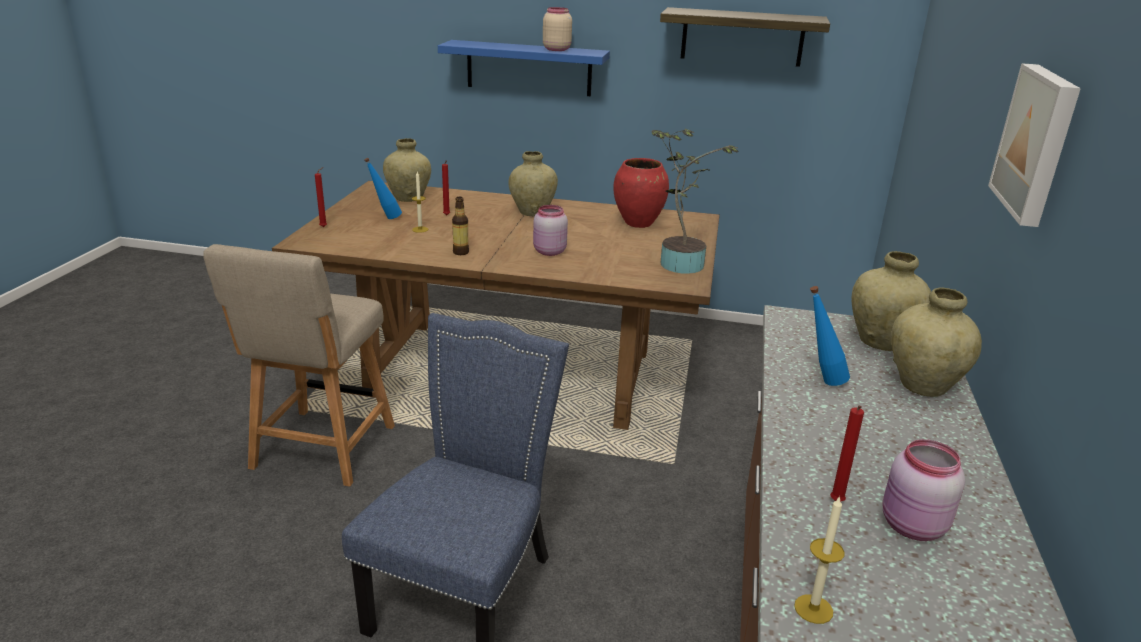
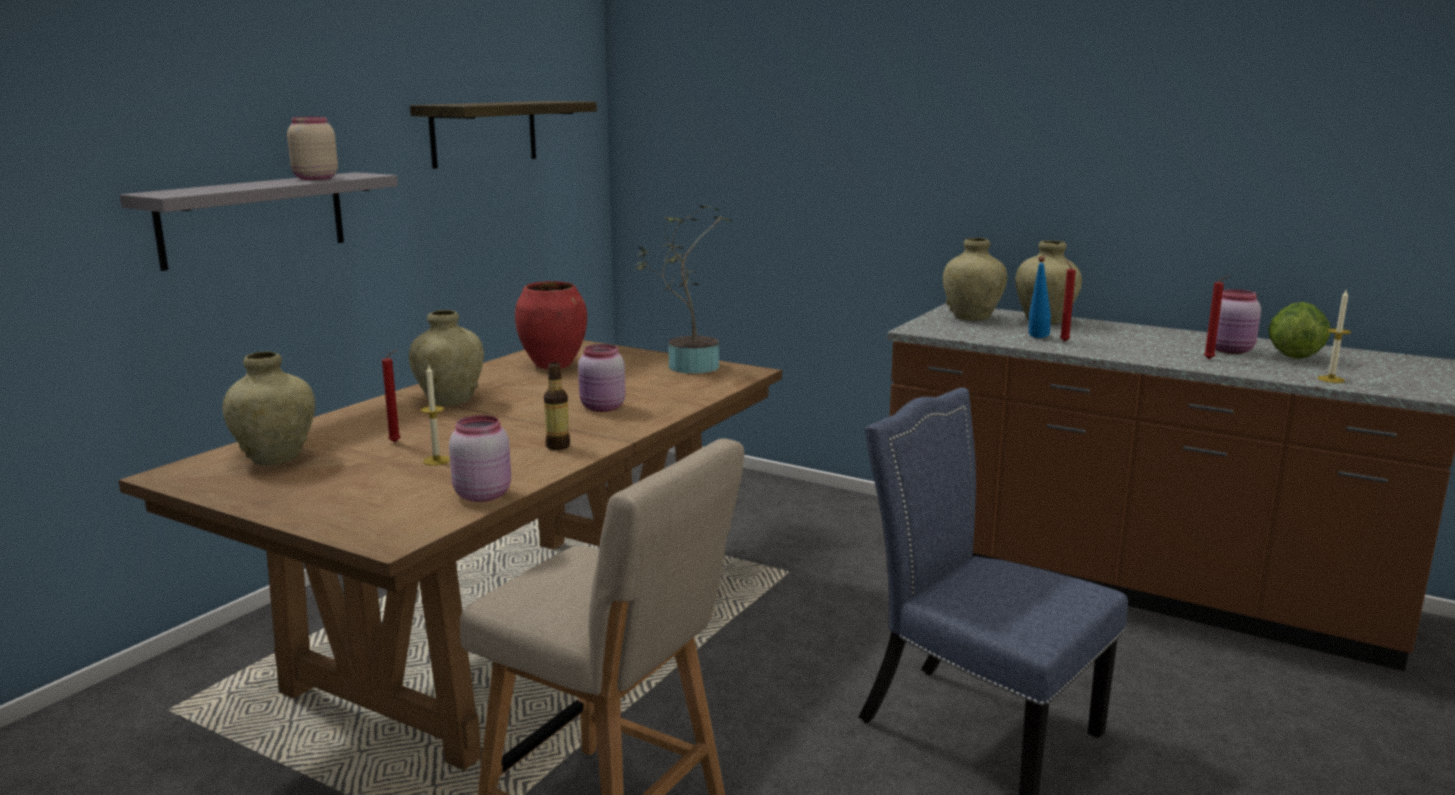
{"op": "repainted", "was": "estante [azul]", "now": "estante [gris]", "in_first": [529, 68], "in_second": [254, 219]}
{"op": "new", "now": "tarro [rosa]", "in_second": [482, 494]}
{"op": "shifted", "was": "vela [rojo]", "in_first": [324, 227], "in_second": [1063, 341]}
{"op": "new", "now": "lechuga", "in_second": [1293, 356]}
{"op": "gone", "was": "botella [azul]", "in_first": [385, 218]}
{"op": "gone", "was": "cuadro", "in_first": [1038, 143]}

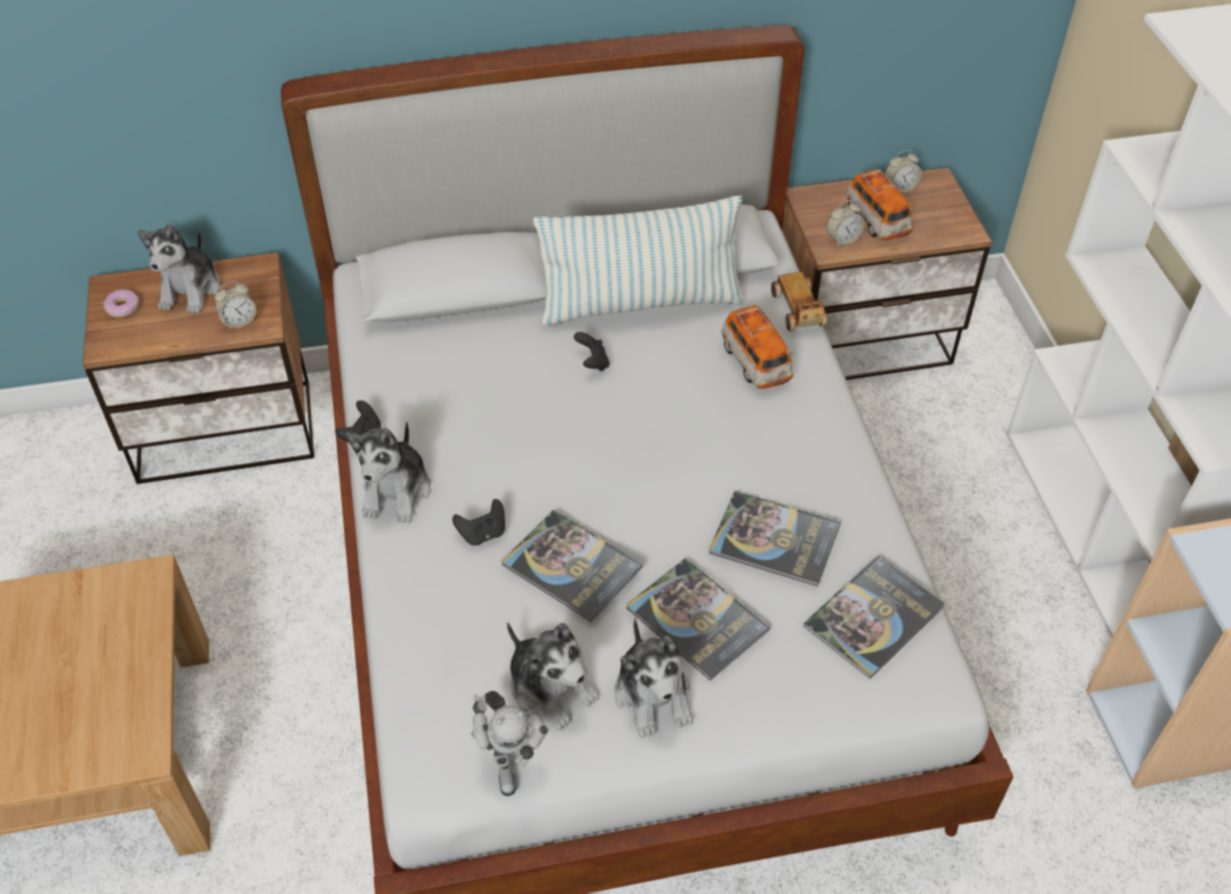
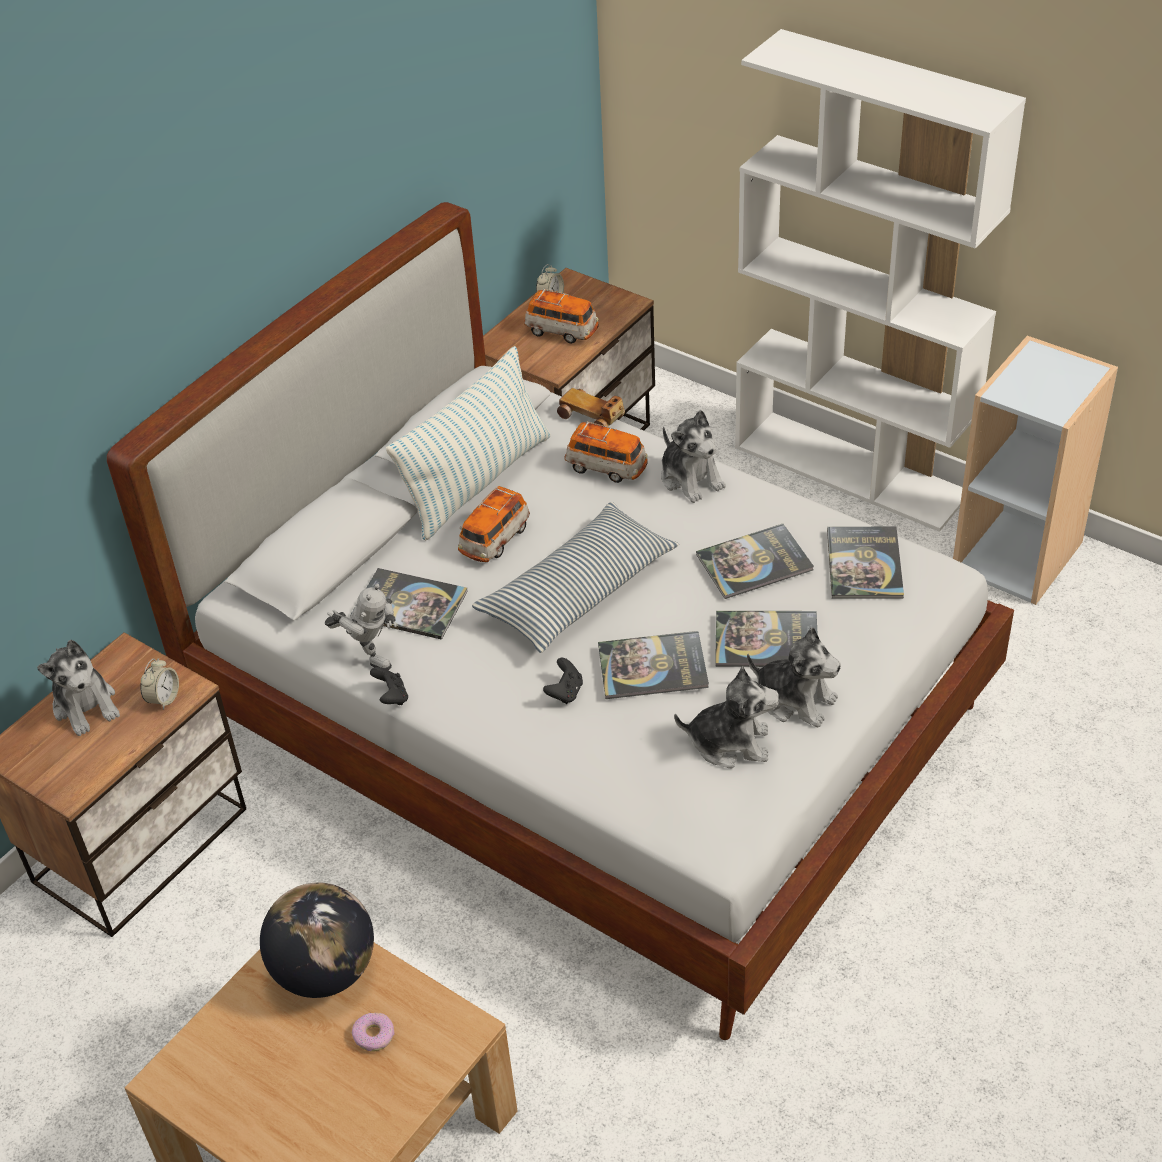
{"op": "new", "now": "globo terráqueo", "in_second": [325, 971]}
{"op": "shifted", "was": "robot de juguete", "in_first": [509, 759], "in_second": [368, 655]}
{"op": "new", "now": "libro", "in_second": [409, 605]}
{"op": "shifted", "was": "rosquilla", "in_first": [123, 307], "in_second": [374, 1035]}
{"op": "swapped", "was": "mando de consola [negro]", "now": "coche de juguete", "in_first": [592, 363], "in_second": [495, 540]}
{"op": "new", "now": "cojín", "in_second": [578, 591]}
{"op": "shifted", "was": "peluche", "in_first": [397, 491], "in_second": [691, 478]}
{"op": "gone", "was": "despertador", "in_first": [842, 239]}

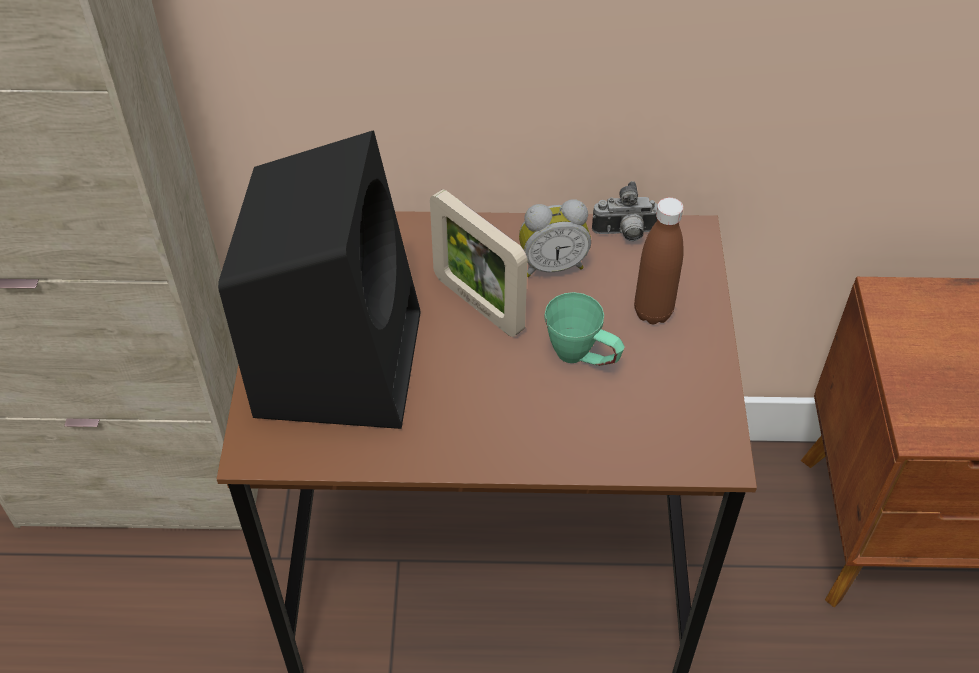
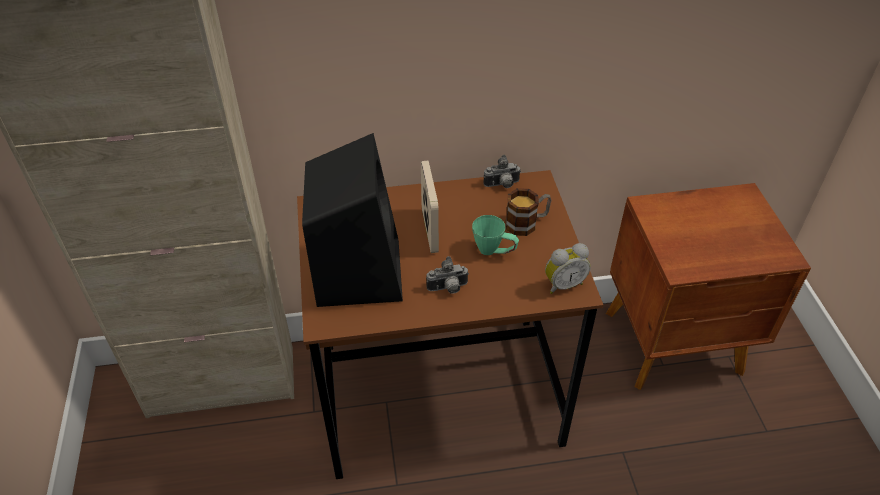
{"op": "rotated", "was": "portarretratos", "in_first": [478, 304], "in_second": [429, 231], "clockwise": -135}
{"op": "new", "now": "cámara", "in_second": [448, 289]}
{"op": "swapped", "was": "botella [marrón]", "now": "taza grande", "in_first": [653, 312], "in_second": [527, 223]}
{"op": "shifted", "was": "despertador", "in_first": [552, 265], "in_second": [563, 284]}

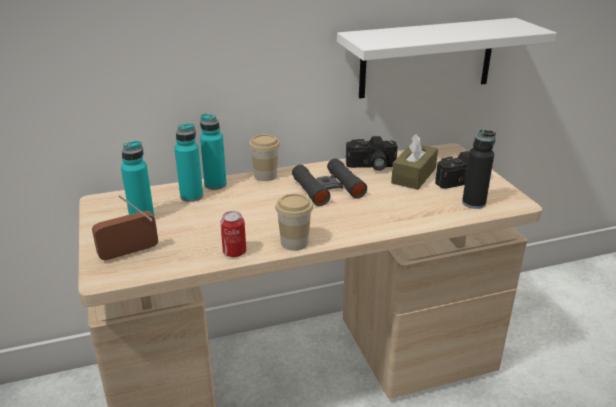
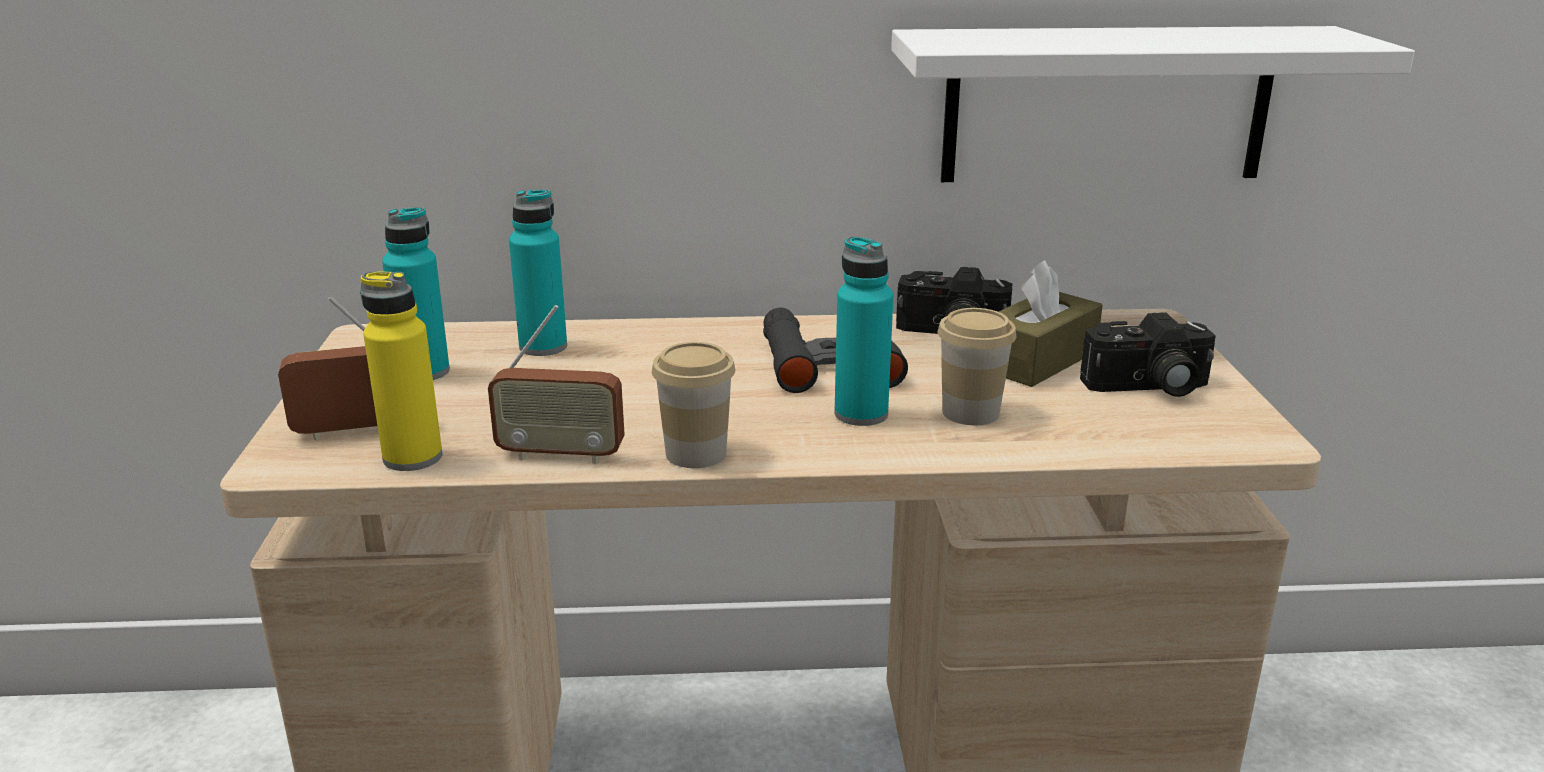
{"op": "new", "now": "botella [amarillo]", "in_second": [413, 458]}
{"op": "swapped", "was": "lata", "now": "radio", "in_first": [234, 252], "in_second": [561, 455]}
{"op": "shifted", "was": "botella [turquesa]", "in_first": [215, 185], "in_second": [861, 414]}
{"op": "shifted", "was": "taza", "in_first": [265, 176], "in_second": [970, 412]}
{"op": "gone", "was": "botella [negro]", "in_first": [473, 203]}

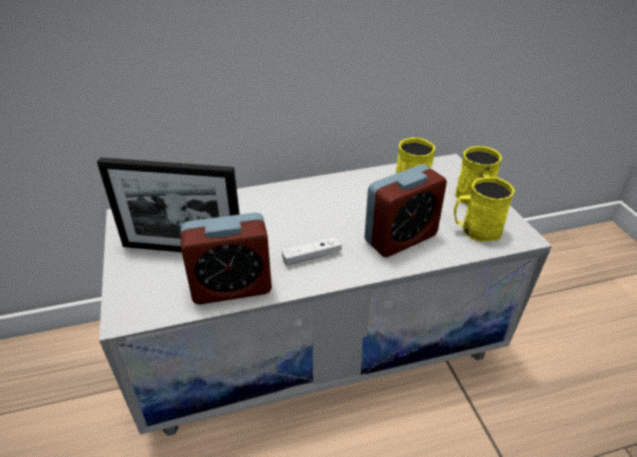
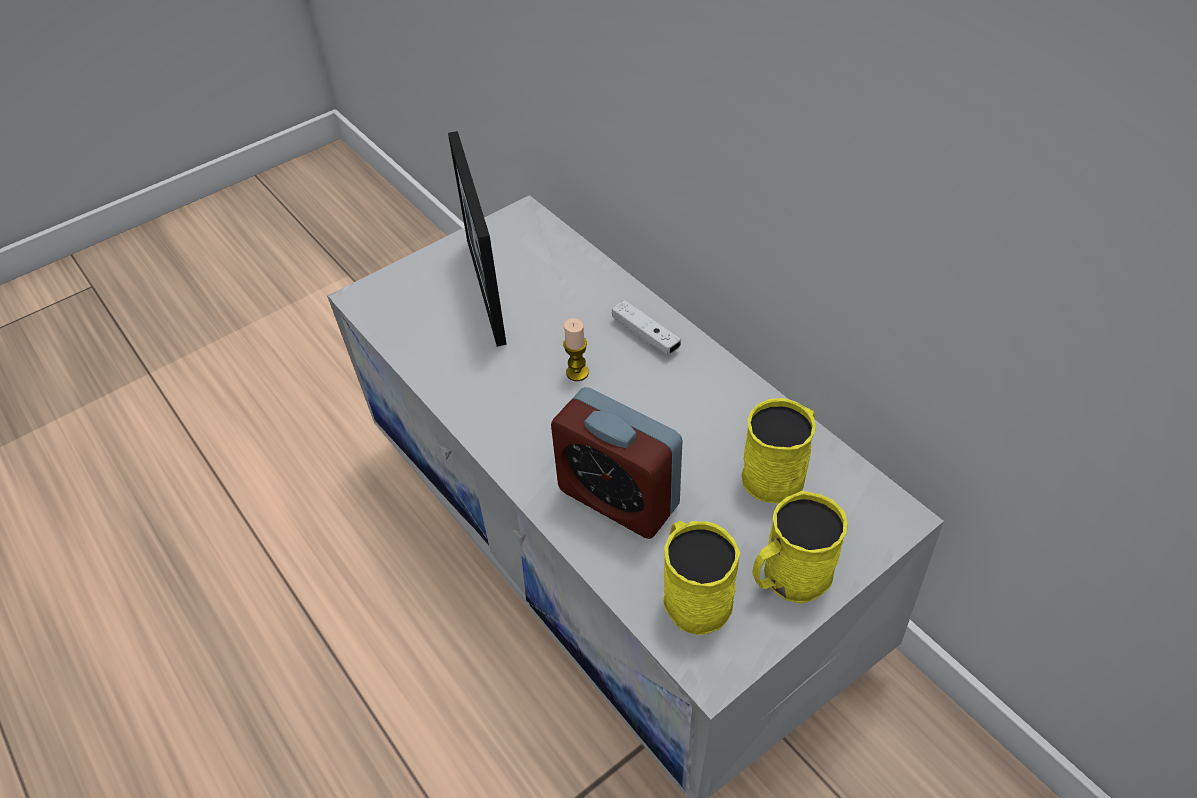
{"op": "new", "now": "vela", "in_second": [577, 373]}
{"op": "shifted", "was": "mando de consola [blanco]", "in_first": [311, 256], "in_second": [645, 335]}
{"op": "gone", "was": "despertador", "in_first": [231, 287]}

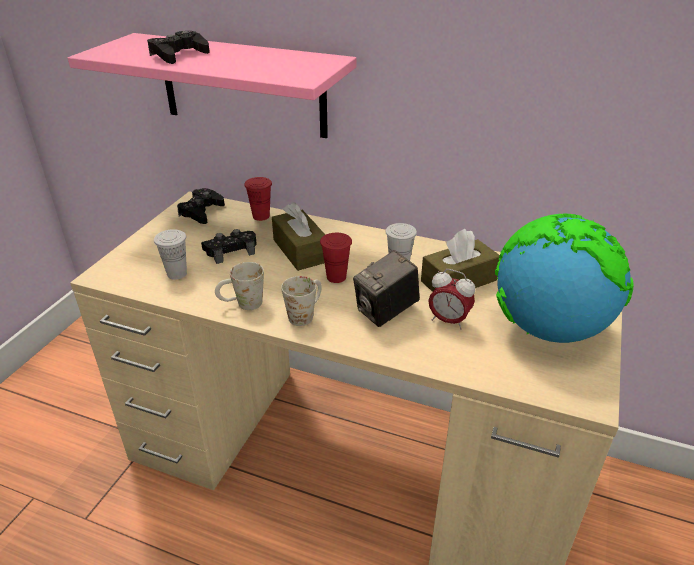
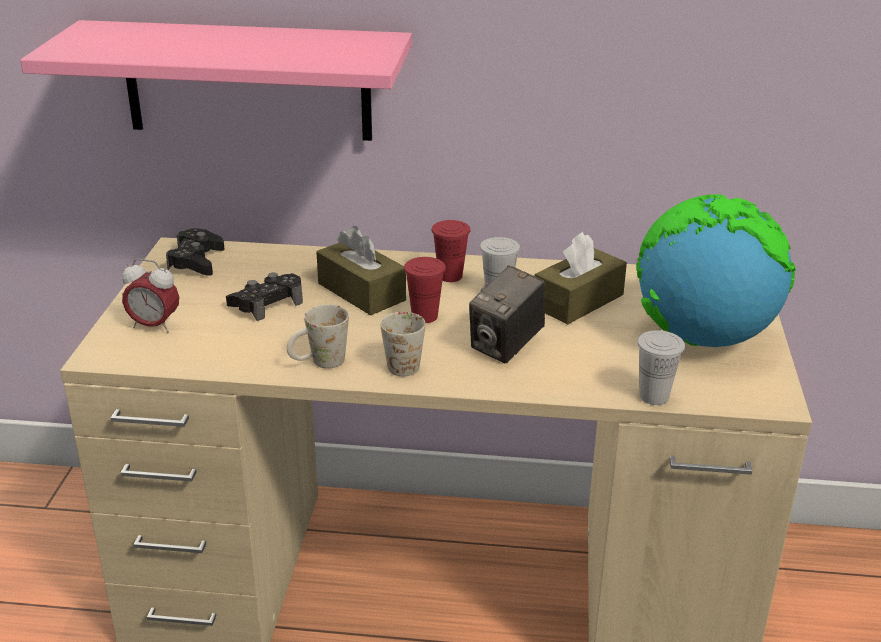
{"op": "shifted", "was": "despertador", "in_first": [448, 321], "in_second": [154, 326]}
{"op": "shifted", "was": "taza [rojo]", "in_first": [261, 216], "in_second": [450, 276]}
{"op": "shifted", "was": "taza [blanco]", "in_first": [177, 274], "in_second": [654, 396]}
{"op": "gone", "was": "mando de consola [negro]", "in_first": [178, 55]}

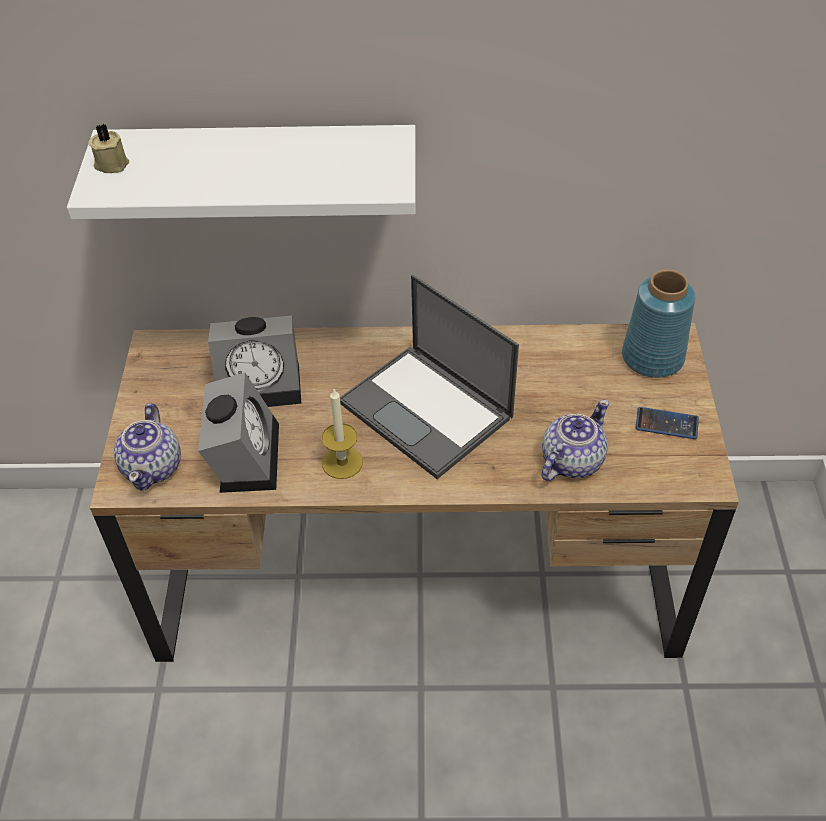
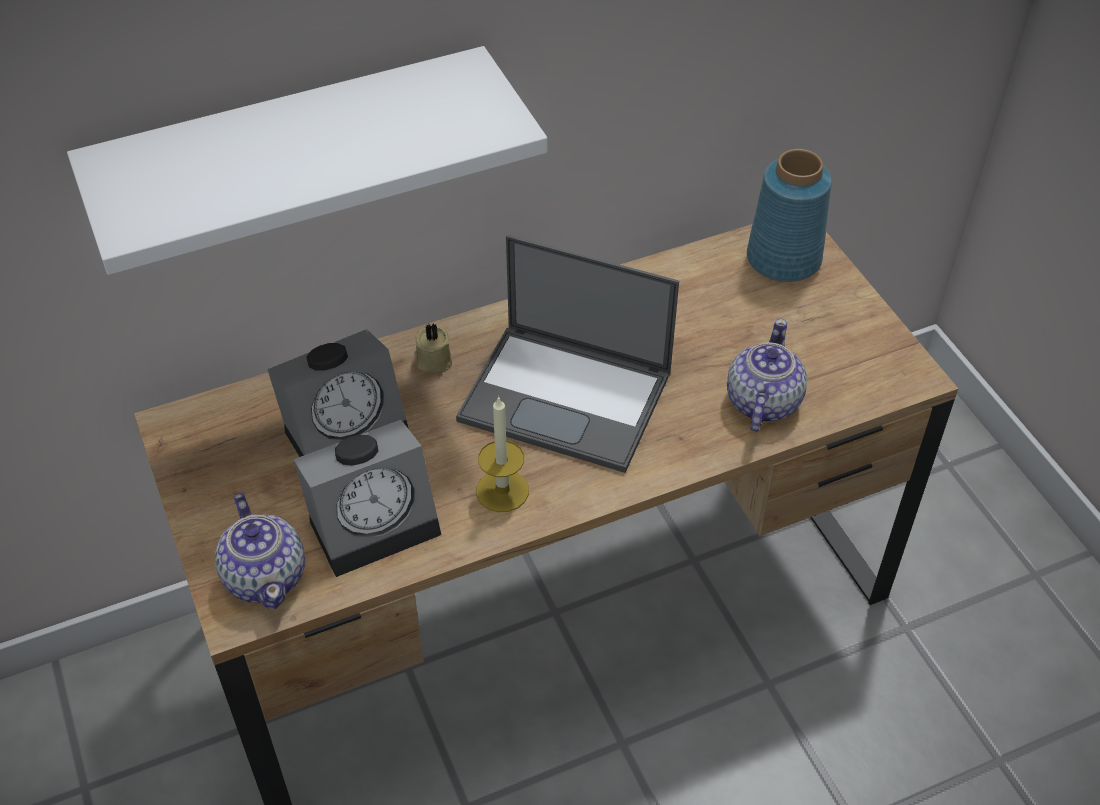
{"op": "rotated", "was": "despertador", "in_first": [244, 455], "in_second": [376, 522], "clockwise": 90}
{"op": "shifted", "was": "vela [beis]", "in_first": [111, 163], "in_second": [433, 359]}
{"op": "gone", "was": "móvil", "in_first": [666, 424]}

